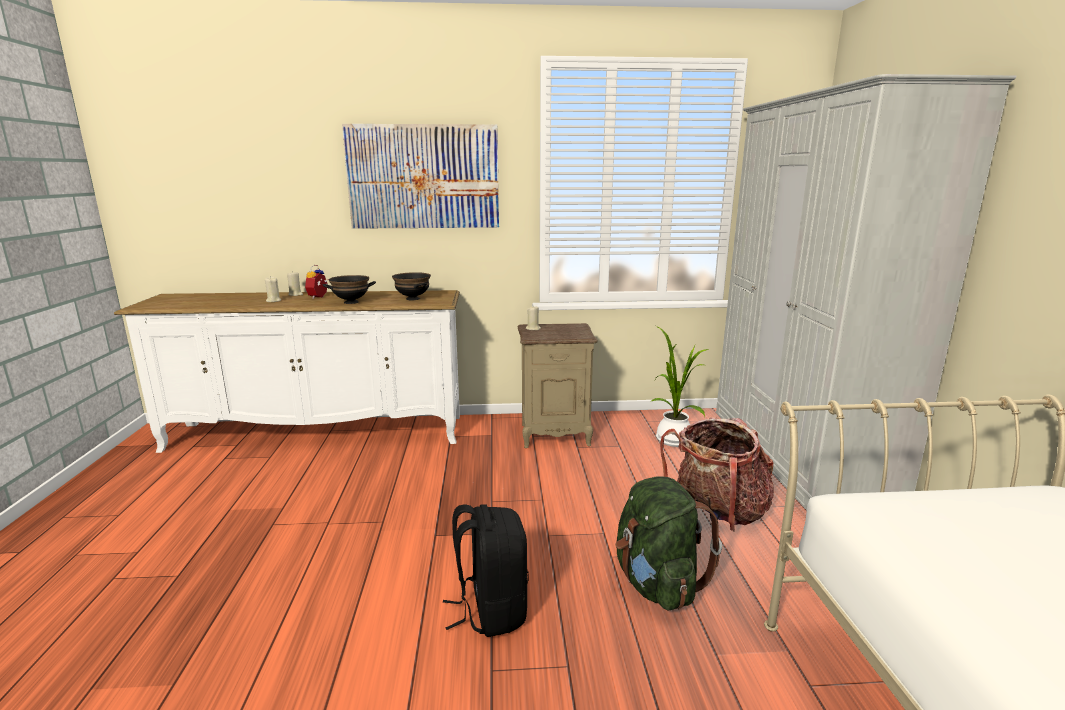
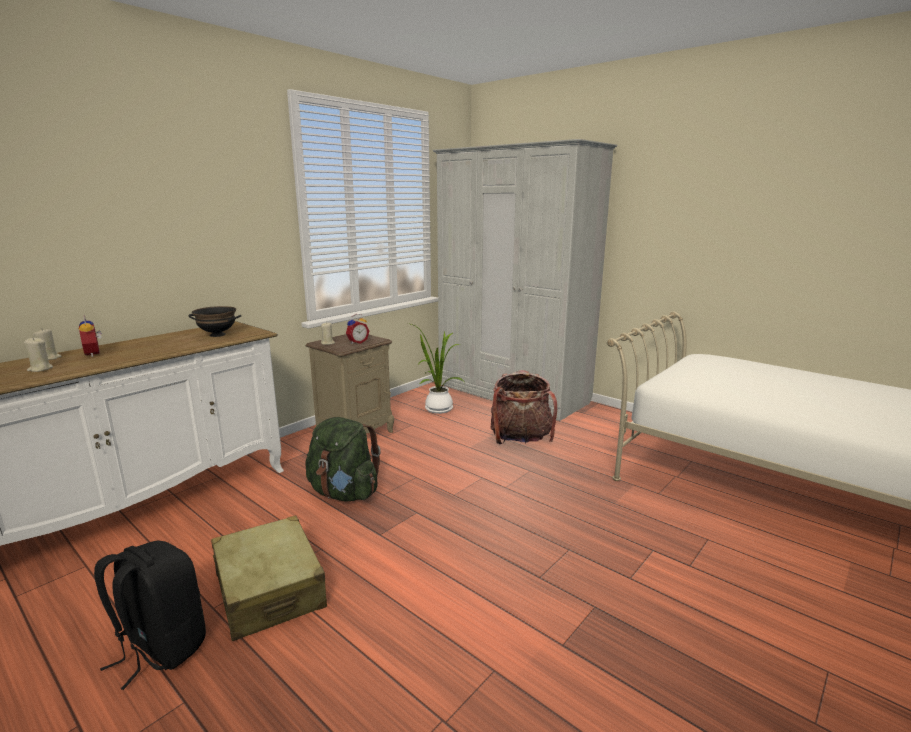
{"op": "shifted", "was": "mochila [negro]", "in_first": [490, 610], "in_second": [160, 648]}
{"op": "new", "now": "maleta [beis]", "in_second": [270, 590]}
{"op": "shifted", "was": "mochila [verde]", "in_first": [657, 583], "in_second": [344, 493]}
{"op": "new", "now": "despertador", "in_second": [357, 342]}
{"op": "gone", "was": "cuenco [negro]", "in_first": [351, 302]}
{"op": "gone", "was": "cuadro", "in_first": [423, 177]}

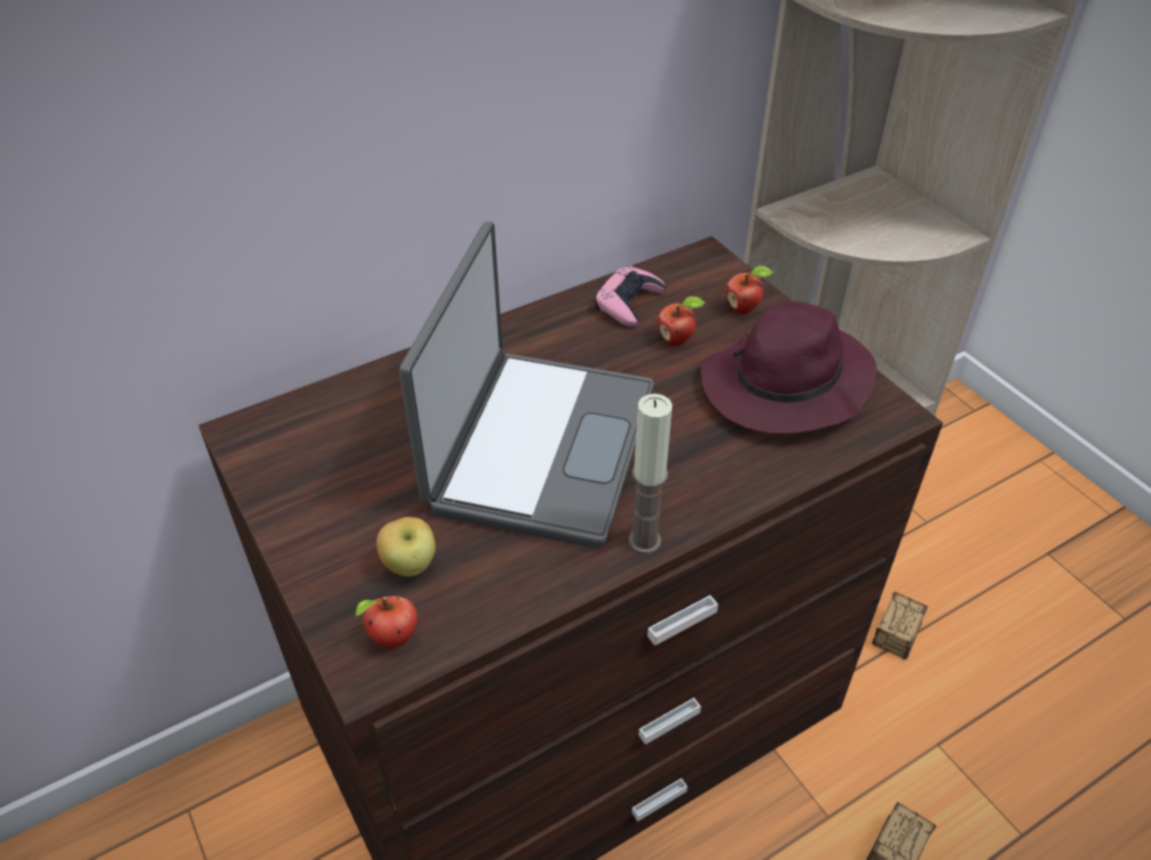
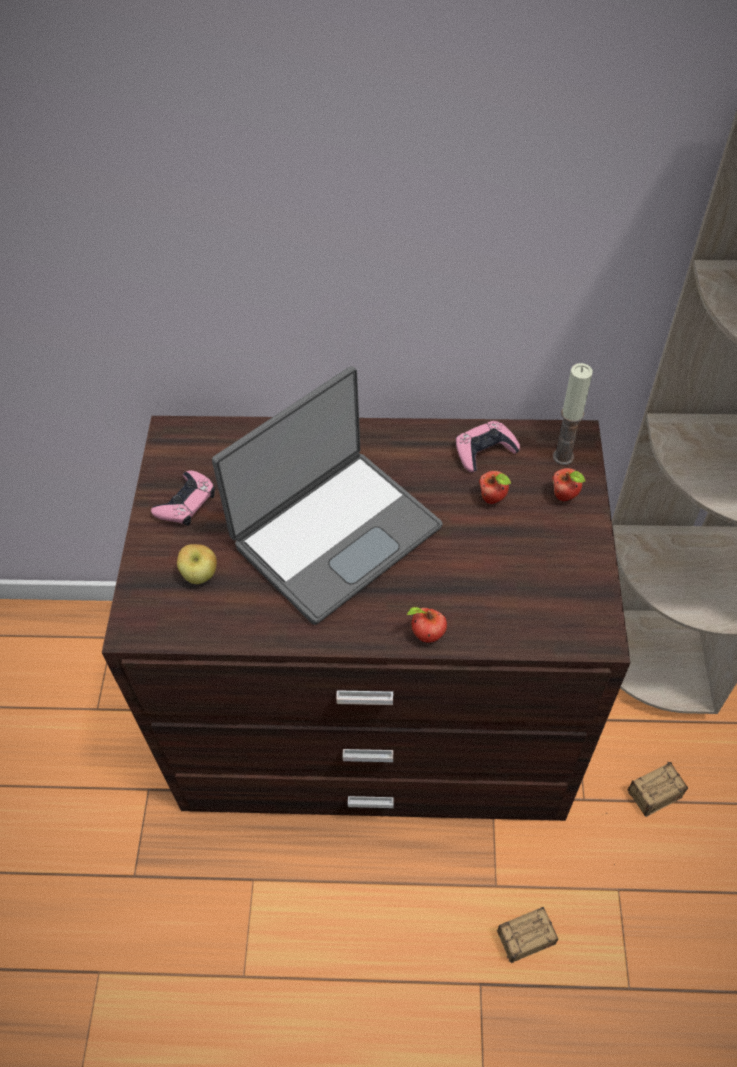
{"op": "new", "now": "mando de consola [rosa]", "in_second": [186, 503]}
{"op": "shifted", "was": "manzana", "in_first": [392, 639], "in_second": [426, 636]}
{"op": "shifted", "was": "vela", "in_first": [644, 541], "in_second": [563, 457]}
{"op": "gone", "was": "sombrero [morado]", "in_first": [785, 387]}

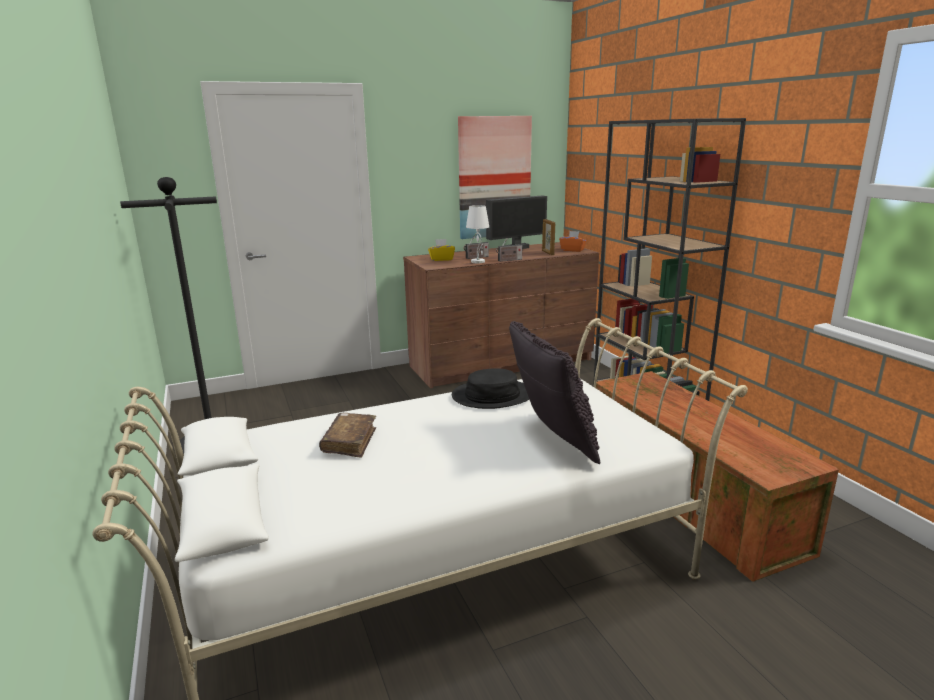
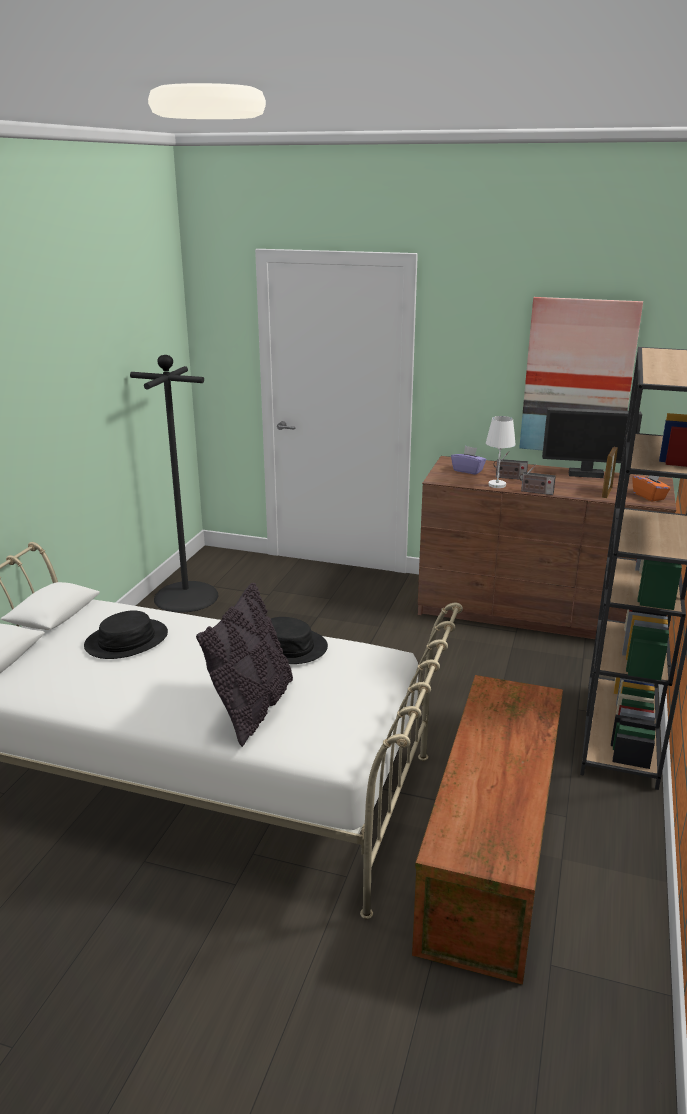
{"op": "swapped", "was": "libro [marrón]", "now": "sombrero [negro]", "in_first": [349, 442], "in_second": [127, 640]}
{"op": "repainted", "was": "caja de pañuelos [amarillo]", "now": "caja de pañuelos [morado]", "in_first": [441, 259], "in_second": [468, 470]}

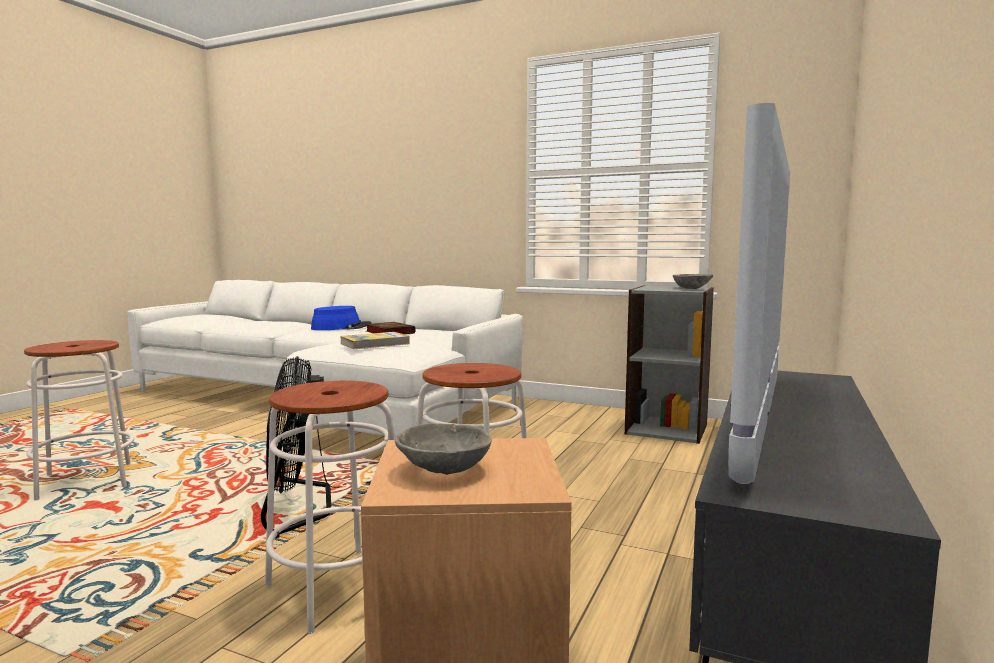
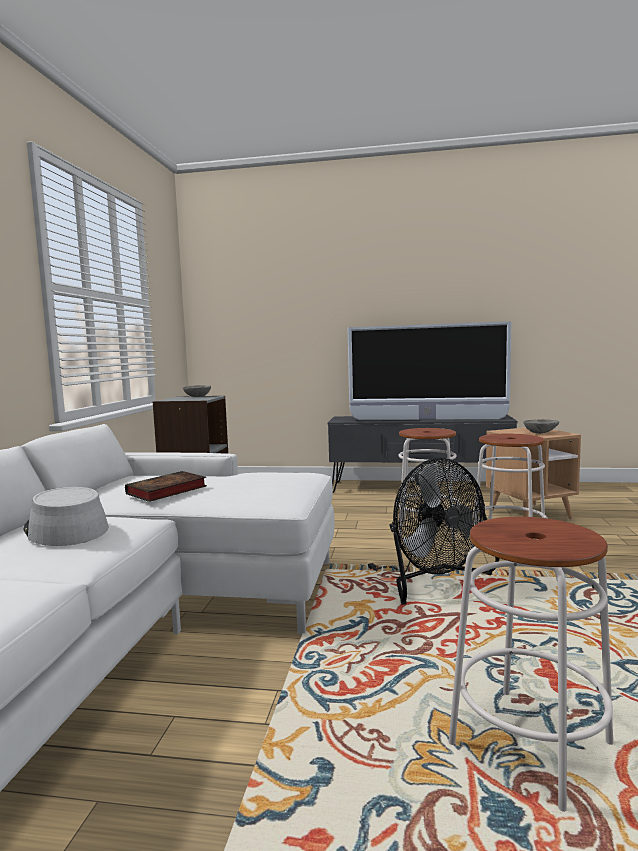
{"op": "repainted", "was": "sombrero [azul]", "now": "sombrero [gris]", "in_first": [341, 327], "in_second": [65, 529]}
{"op": "gone", "was": "libro", "in_first": [375, 344]}

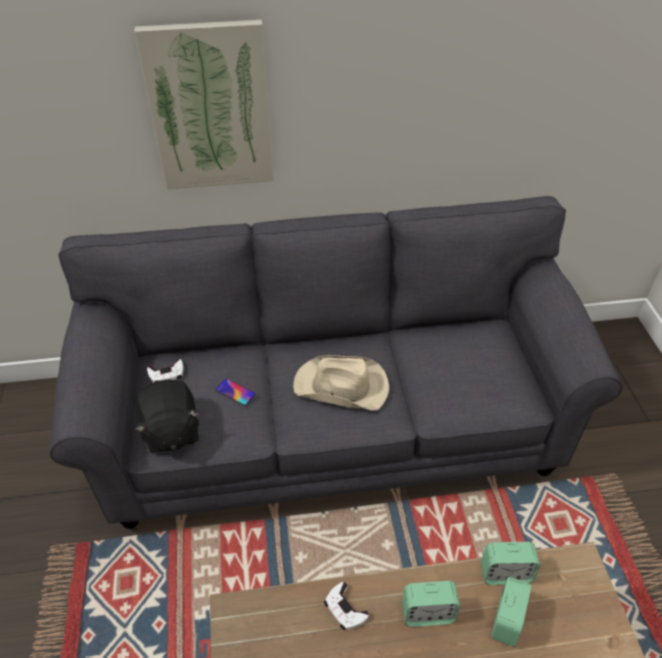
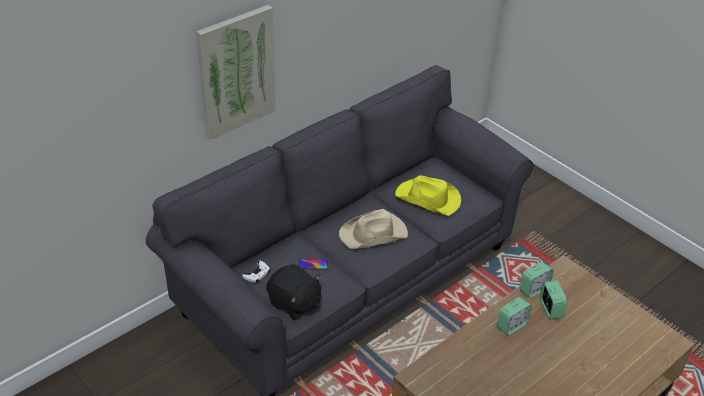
{"op": "new", "now": "sombrero [amarillo]", "in_second": [428, 199]}
{"op": "gone", "was": "mando de consola [blanco]", "in_first": [345, 609]}

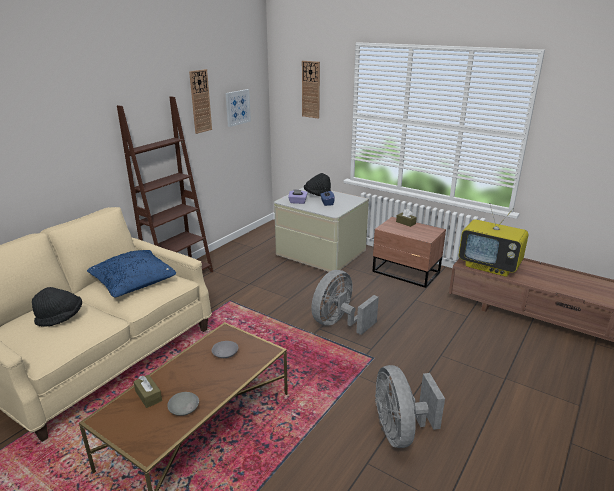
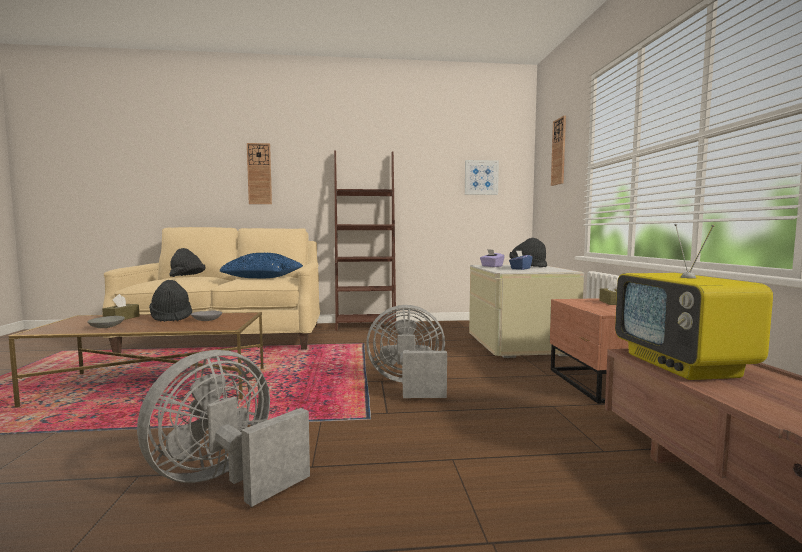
{"op": "new", "now": "sombrero [negro]", "in_second": [171, 317]}
{"op": "shifted", "was": "reloj de pared", "in_first": [200, 101], "in_second": [259, 174]}

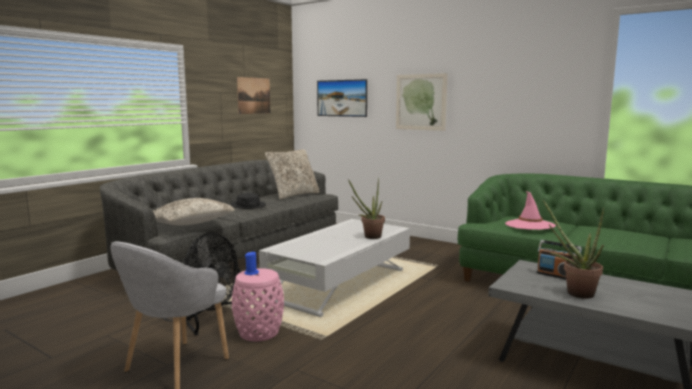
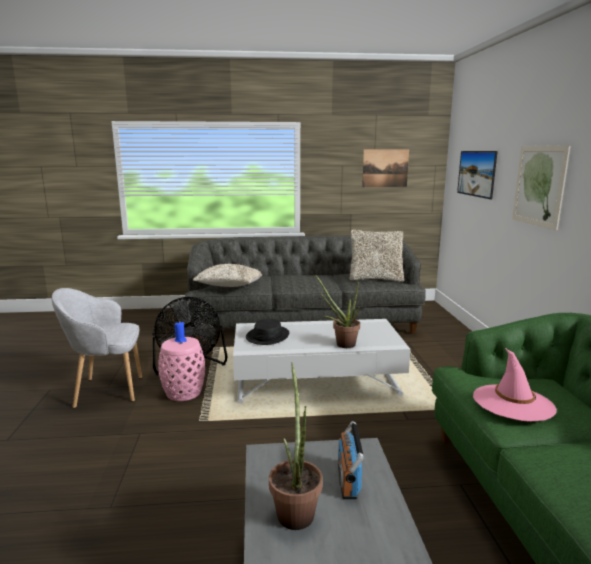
{"op": "shifted", "was": "sombrero [negro]", "in_first": [248, 205], "in_second": [268, 336]}

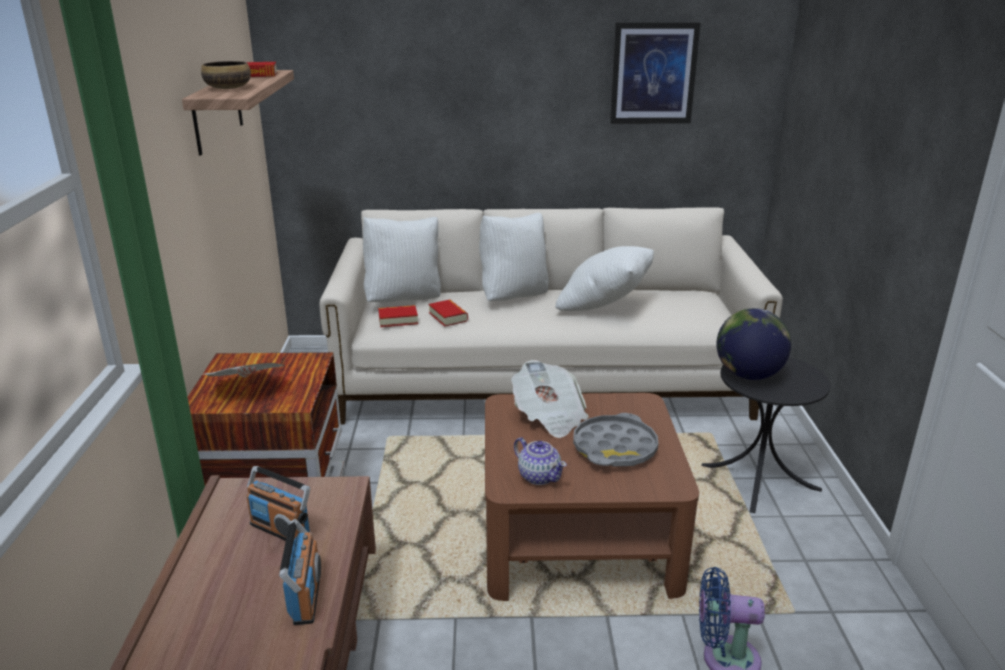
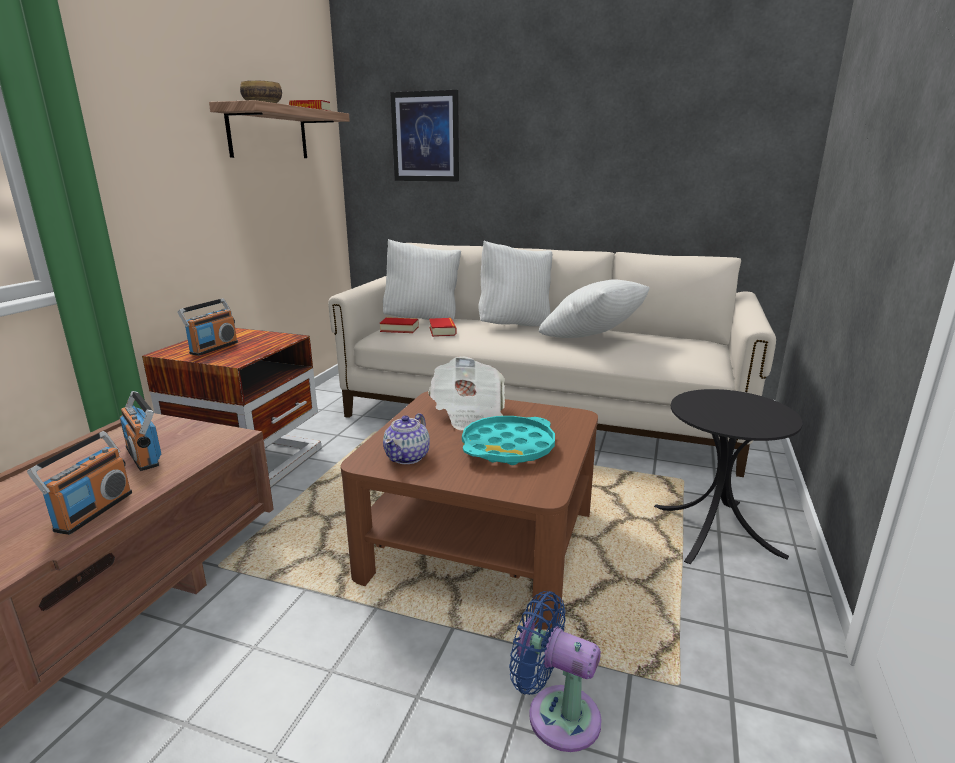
{"op": "swapped", "was": "periódico", "now": "radio", "in_first": [247, 389], "in_second": [213, 348]}
{"op": "rotated", "was": "tetera", "in_first": [539, 476], "in_second": [408, 457], "clockwise": 45}
{"op": "shifted", "was": "cuadro", "in_first": [653, 73], "in_second": [425, 137]}
{"op": "repainted", "was": "bandeja [gris]", "now": "bandeja [turquesa]", "in_first": [615, 448], "in_second": [508, 447]}
{"op": "gone", "was": "globo terráqueo", "in_first": [748, 375]}

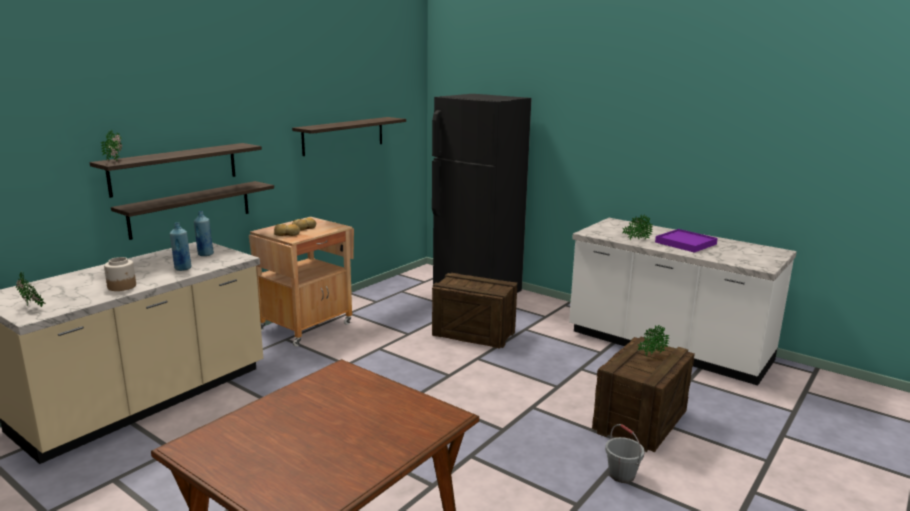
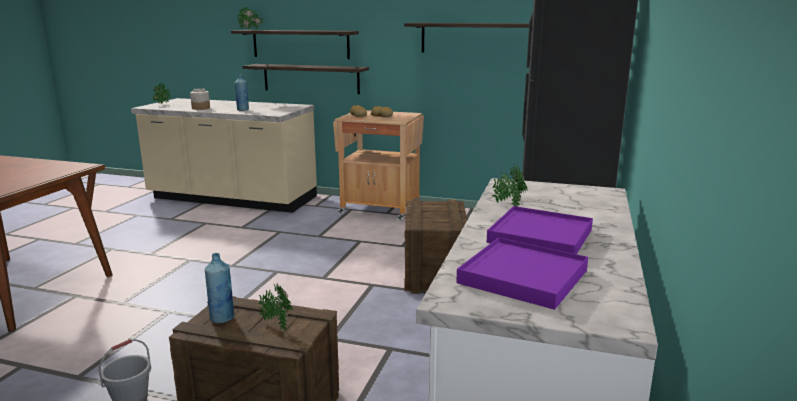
{"op": "shifted", "was": "botella [azul]", "in_first": [205, 254], "in_second": [222, 318]}
{"op": "new", "now": "bandeja [morado]", "in_second": [523, 277]}

